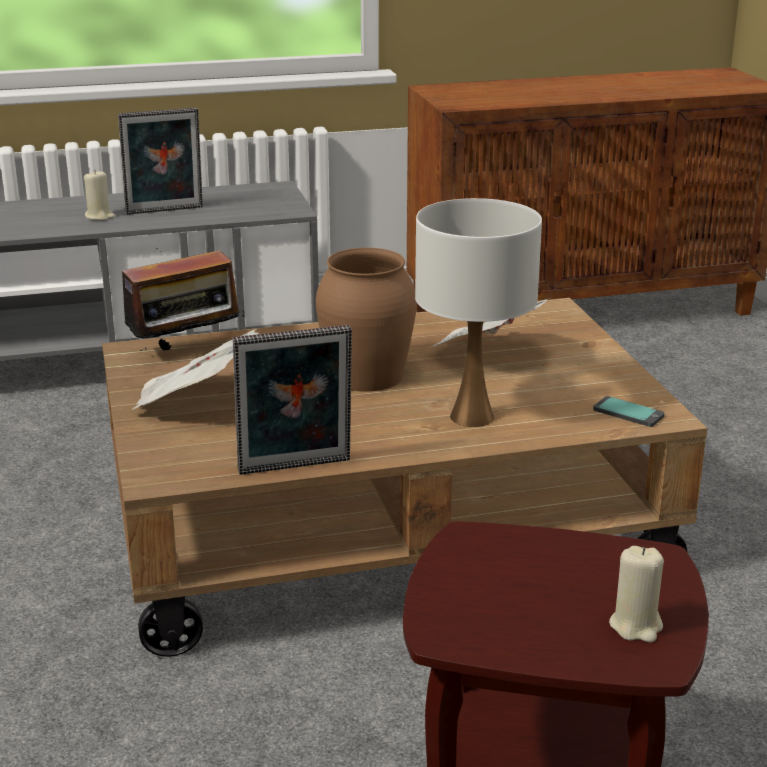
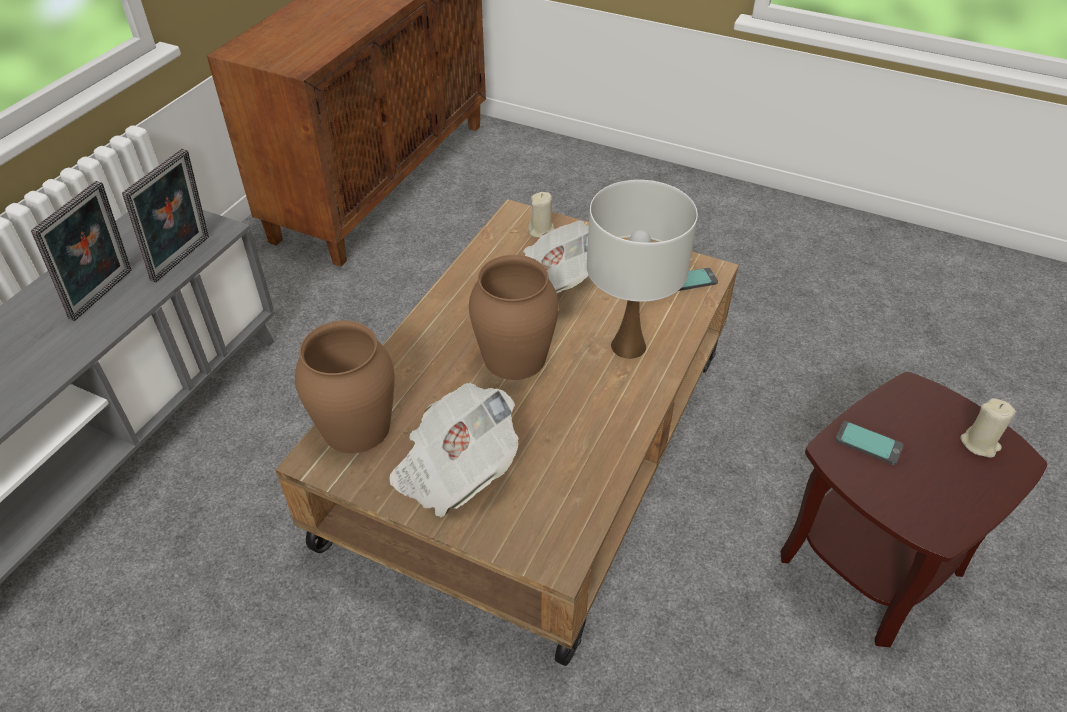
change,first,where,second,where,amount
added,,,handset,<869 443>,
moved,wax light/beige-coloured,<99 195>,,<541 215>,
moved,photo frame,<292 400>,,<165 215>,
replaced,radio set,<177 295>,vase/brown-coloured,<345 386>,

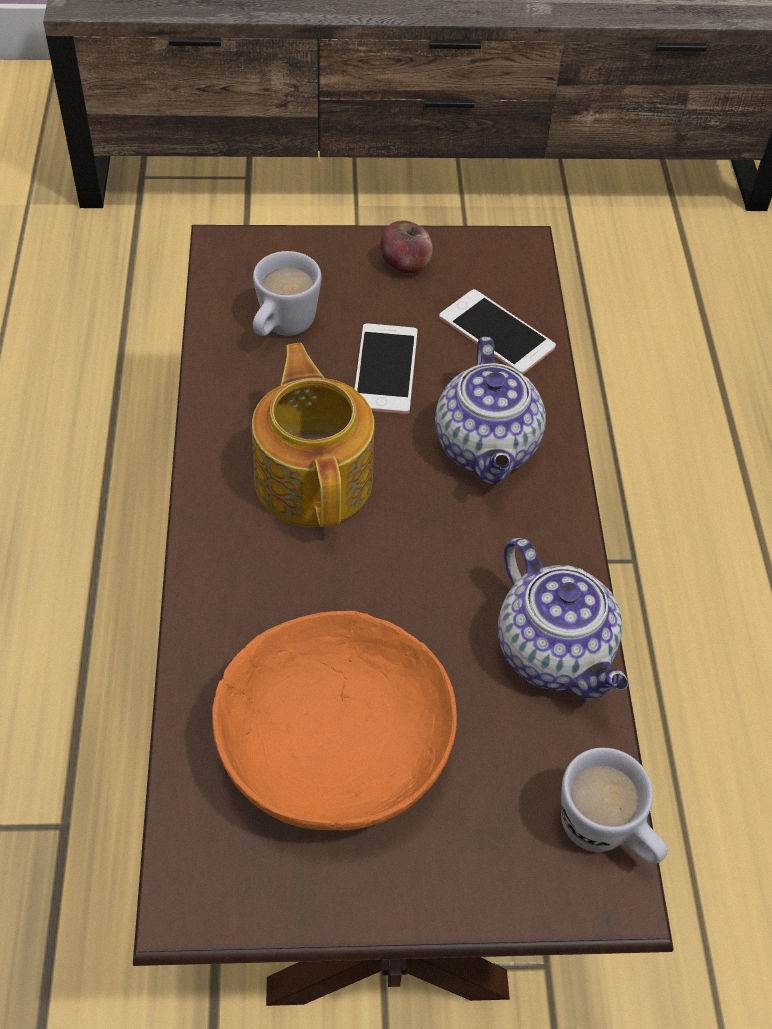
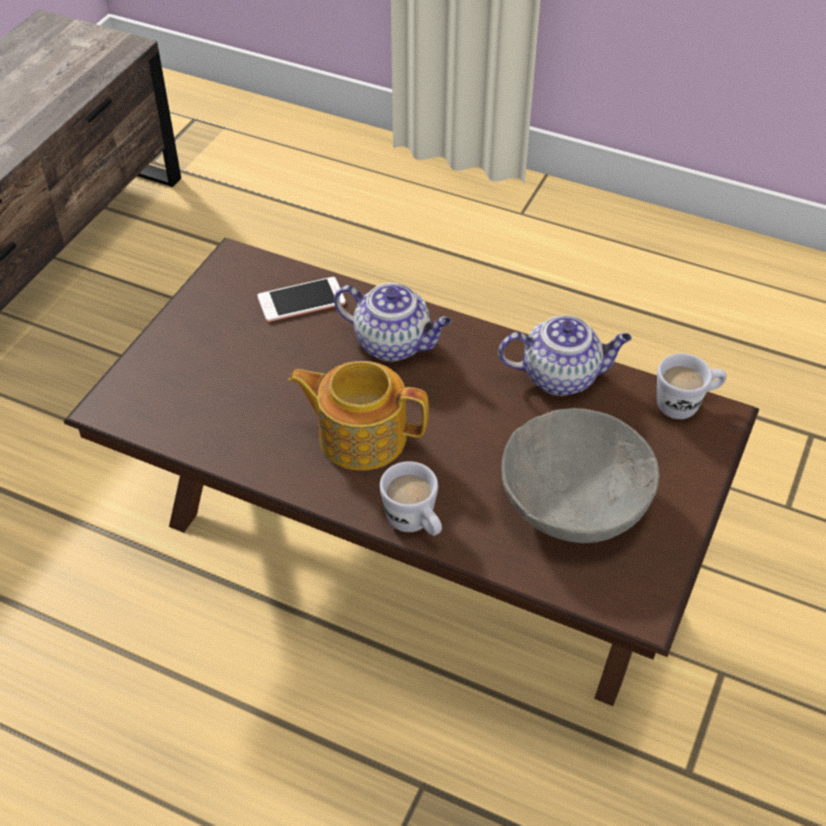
change,first,where,second,where,amount
removed,handset,<386 369>,,,
removed,whole apple,<406 247>,,,
moved,mug/white-coloured,<287 293>,,<411 498>,
recoloured,bowl/orangey,<334 721>,bowl/greyish,<581 475>,

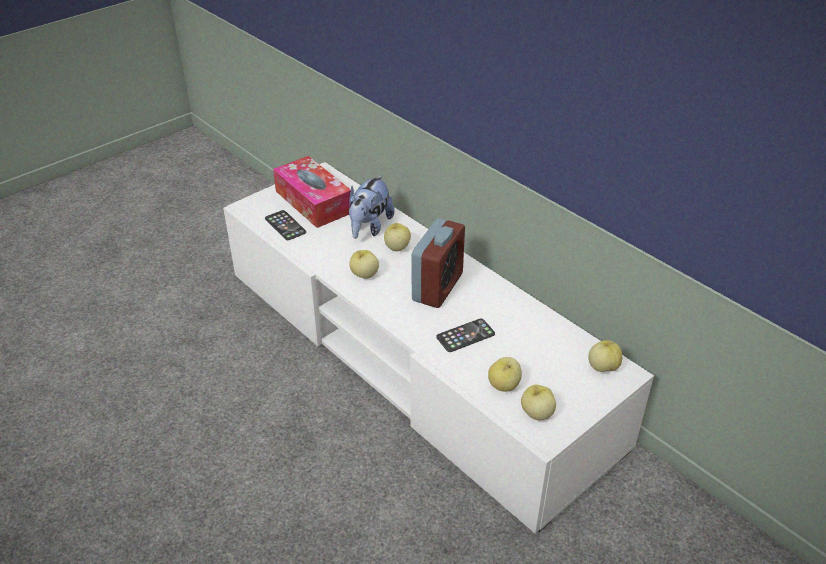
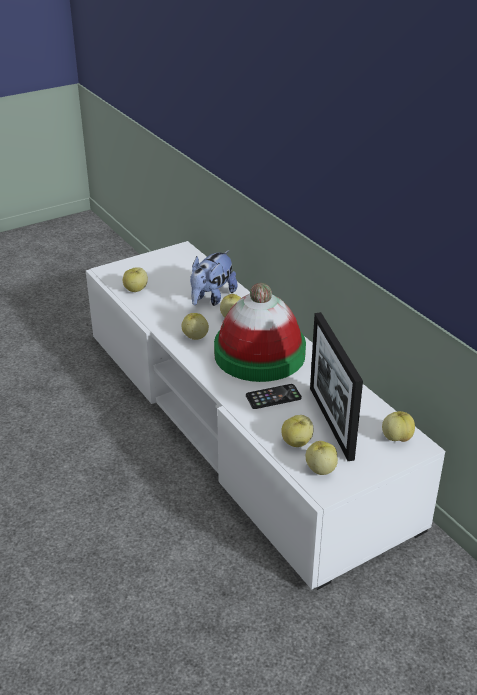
change,first,where,second,where,amount
removed,box of tissues,<312 192>,,,
added,,,photo frame,<336 386>,
replaced,handset,<285 225>,whole apple,<135 279>,
replaced,bedside clock,<438 263>,wearable hat,<260 332>,

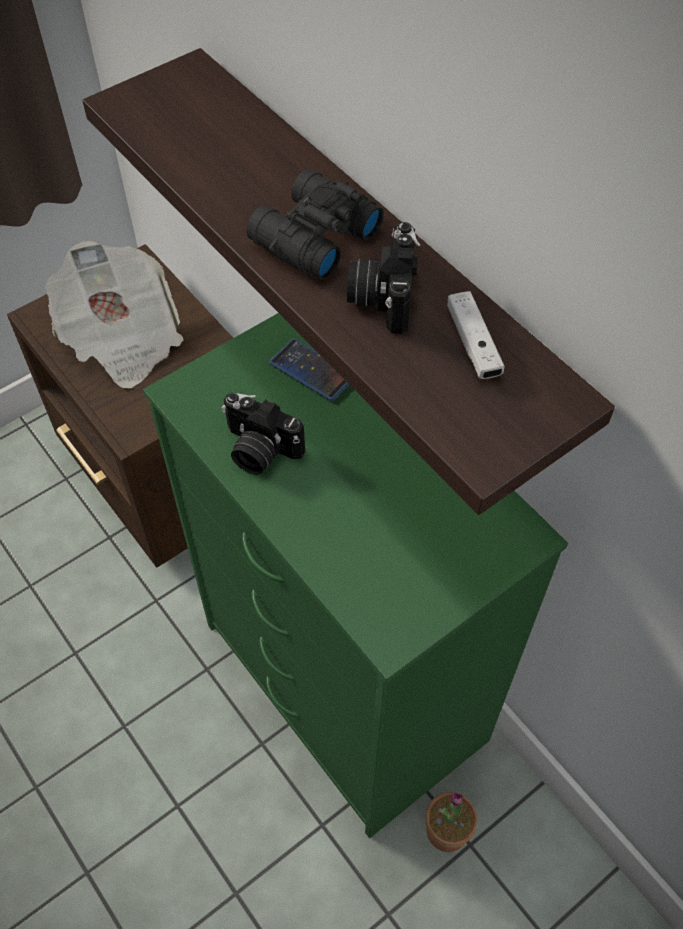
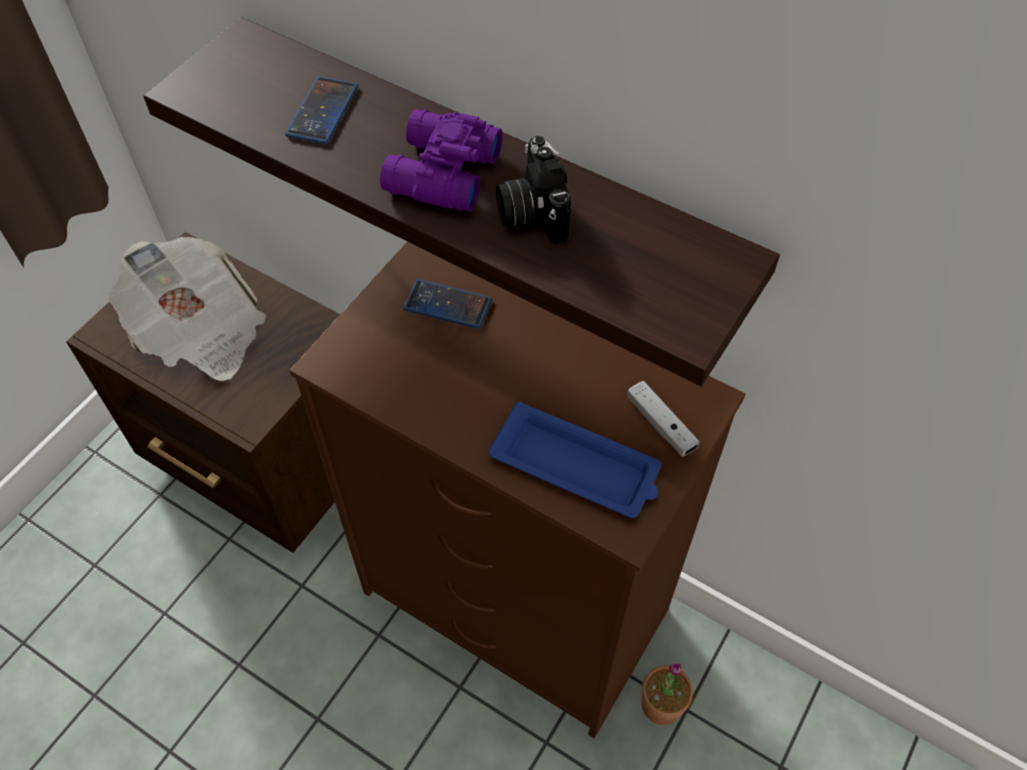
change,first,where,second,where,amount
removed,still camera,<263 434>,,,
added,,,handset,<321 110>,
added,,,tray/bluish,<575 460>,
moved,gamepad/white-coloured,<475 335>,,<663 419>,
recoloured,chest of drawers/greenish,<355 575>,chest of drawers/brown-coloured,<517 490>,
recoloured,pair of binoculars/blackish,<315 224>,pair of binoculars/purplish,<441 160>,

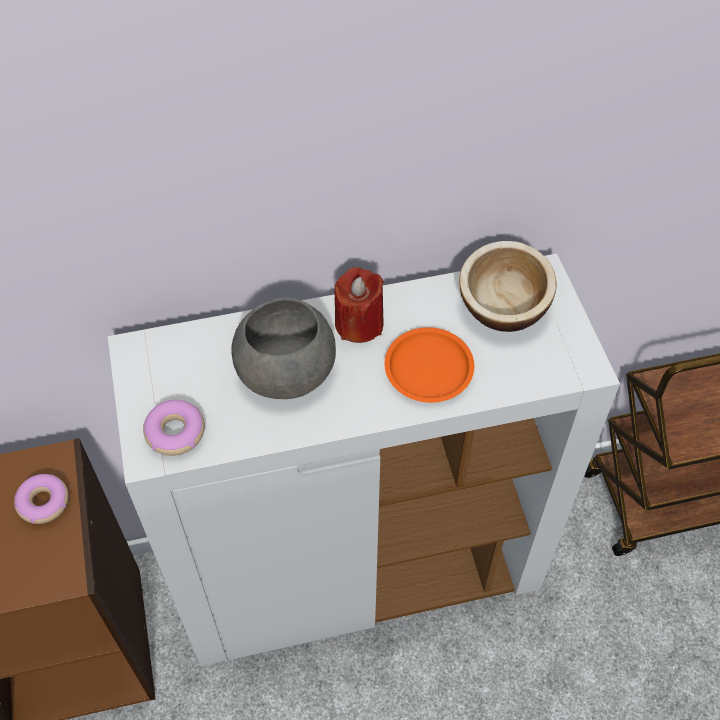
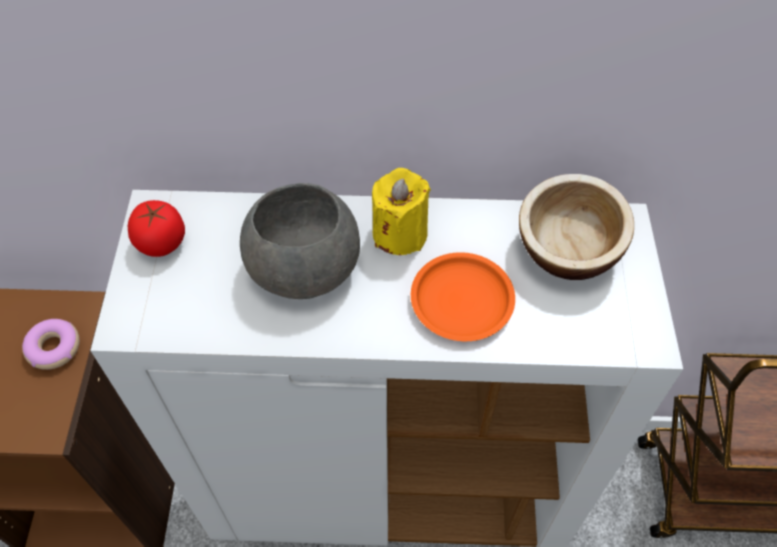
change,first,where,second,where,amount
removed,ring doughnut,<174 428>,,,
added,,,fresh tomato,<156 228>,
recoloured,wax light/red,<359 305>,wax light/yellow,<401 211>,

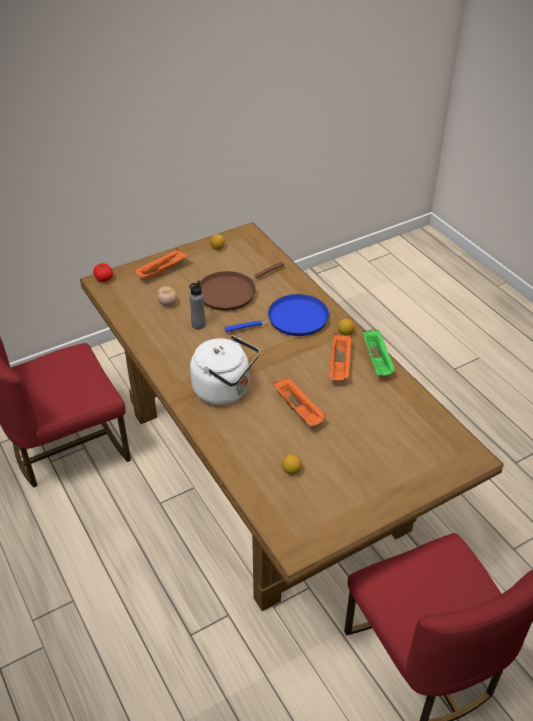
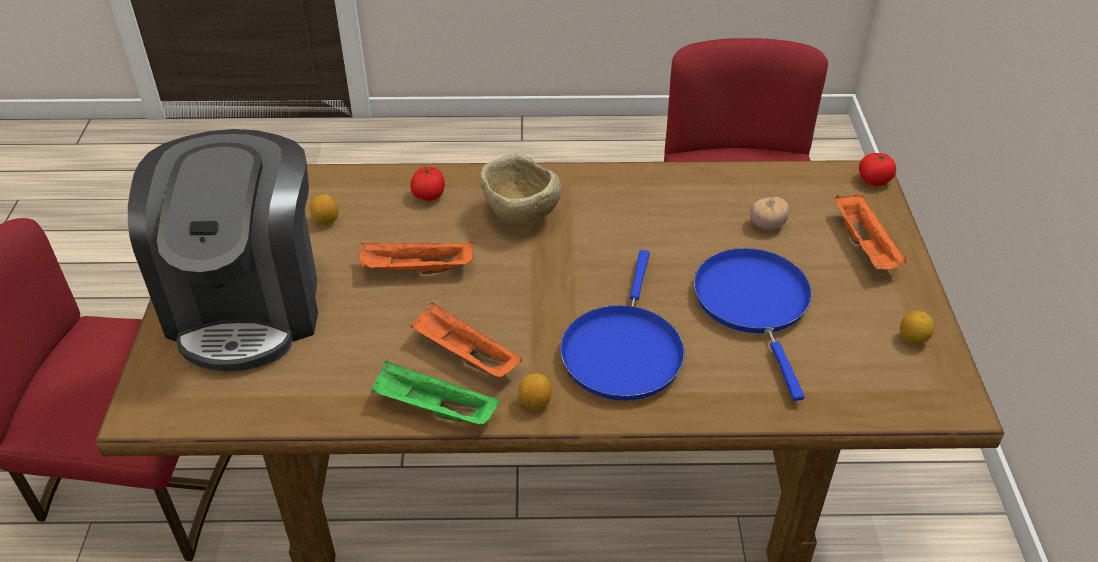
change,first,where,second,where,amount
removed,bottle/greyish,<197 304>,,,
added,,,coffee maker,<223 250>,
added,,,fresh tomato,<427 184>,
replaced,kettle/white-coloured,<225 370>,bowl/beige-coloured,<520 188>,
recoloured,pan/brown-coloured,<242 286>,pan/bluish,<753 324>,

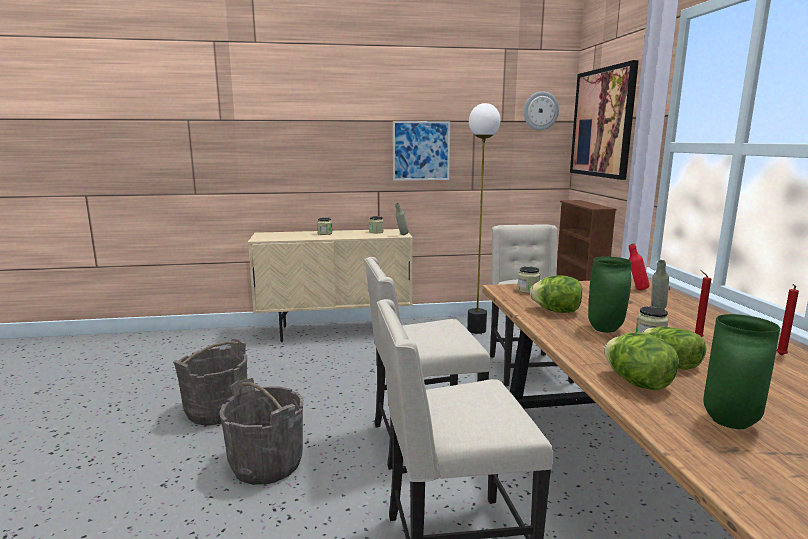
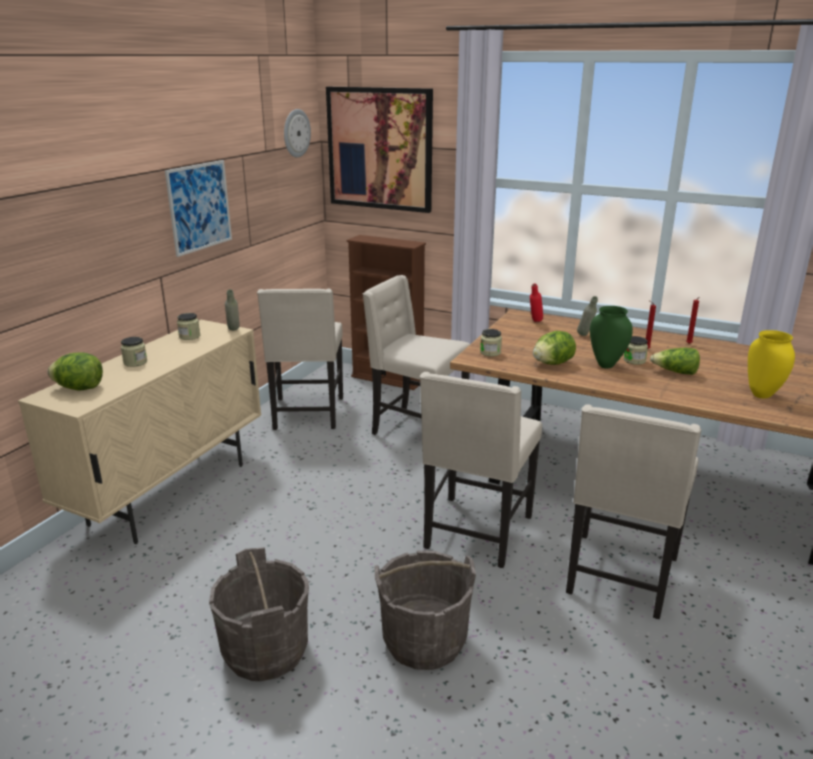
change,first,where,second,where,amount
moved,lettuce,<641 361>,,<75 372>,
replaced,floor lamp,<483 218>,upright chair/beige-coloured,<300 359>,
recoloured,vase/greenish,<741 371>,vase/yellow,<771 364>,

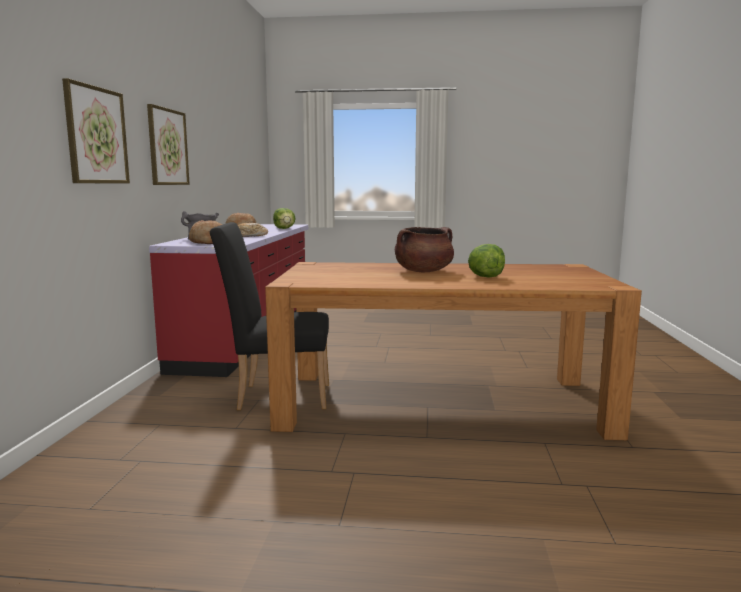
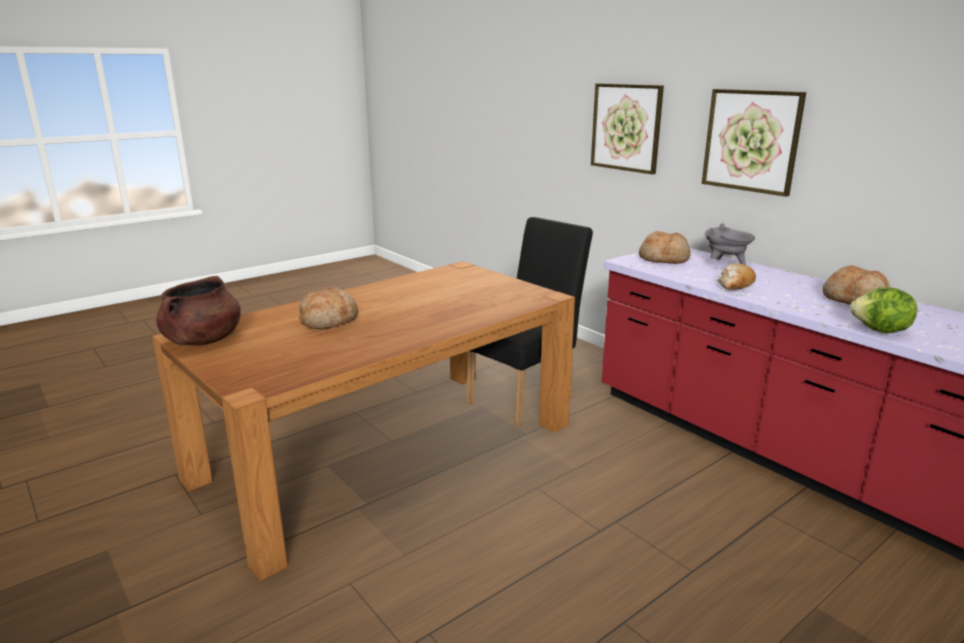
change,first,where,second,where,amount
moved,stockpot/brown-coloured,<424 249>,,<198 310>,
replaced,lettuce,<486 261>,bread,<328 308>,

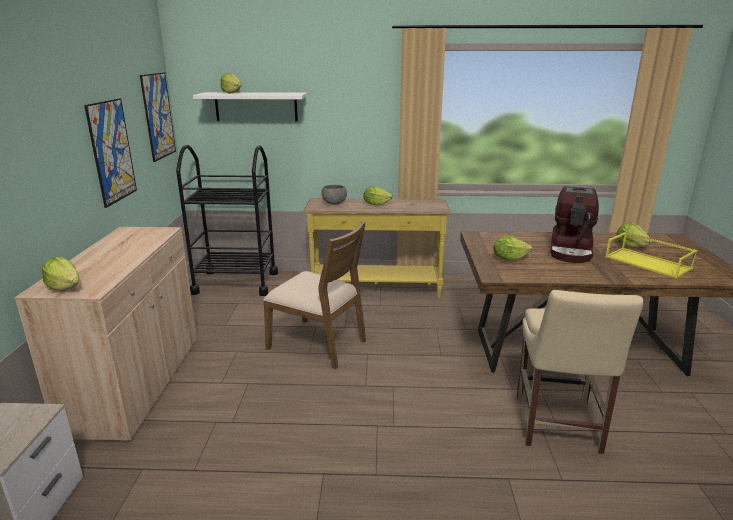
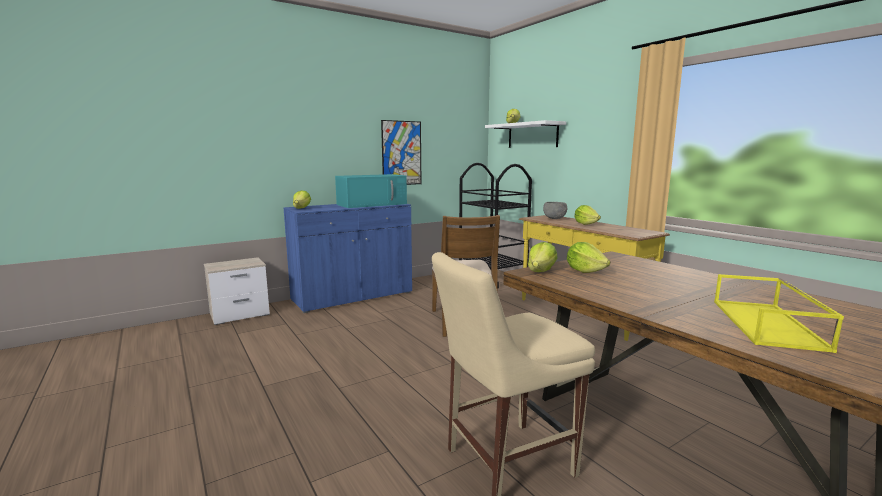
change,first,where,second,where,amount
removed,picture,<158 117>,,,
removed,coffee maker,<574 224>,,,
added,,,microwave/turquoise-coloured,<371 191>,
moved,lettuce,<634 235>,,<543 257>,
recoloured,cabinet/beige-coloured,<105 335>,cabinet/bluish,<347 258>,

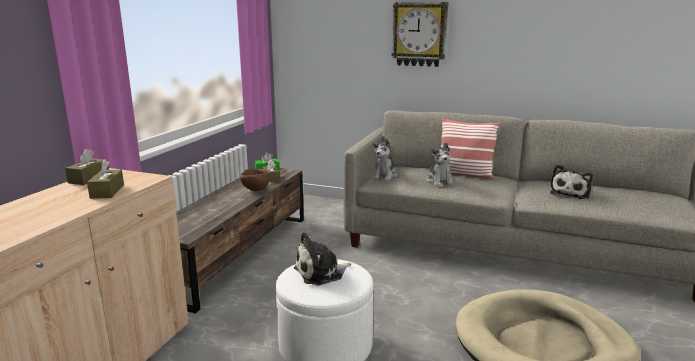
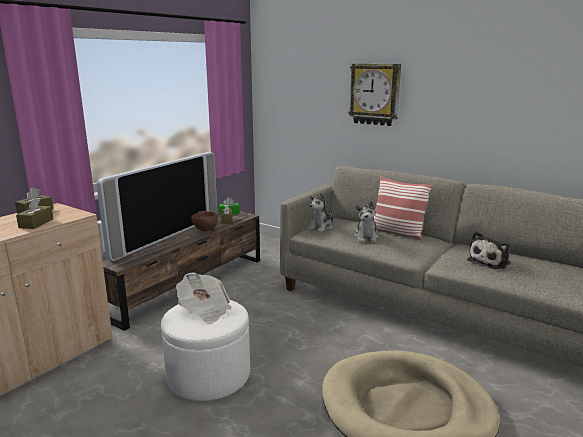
change,first,where,second,where,amount
added,,,TV set,<157 206>,
replaced,plush toy,<322 258>,printed paper,<204 298>,

